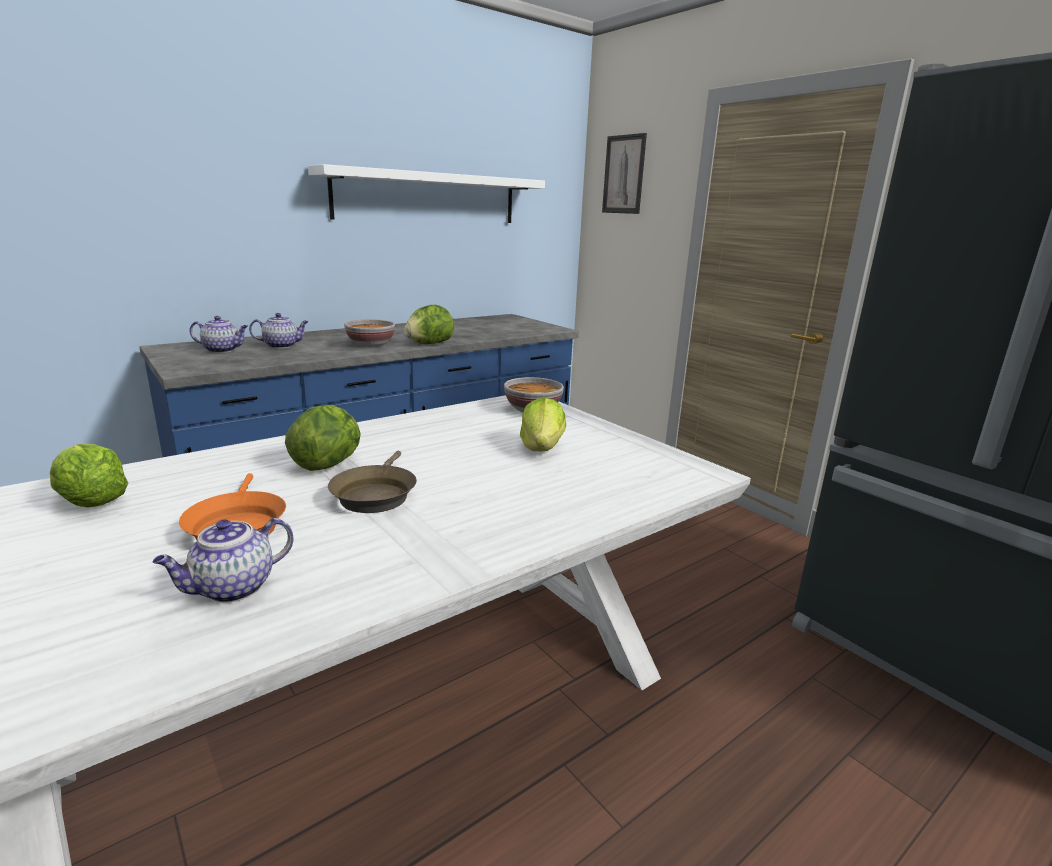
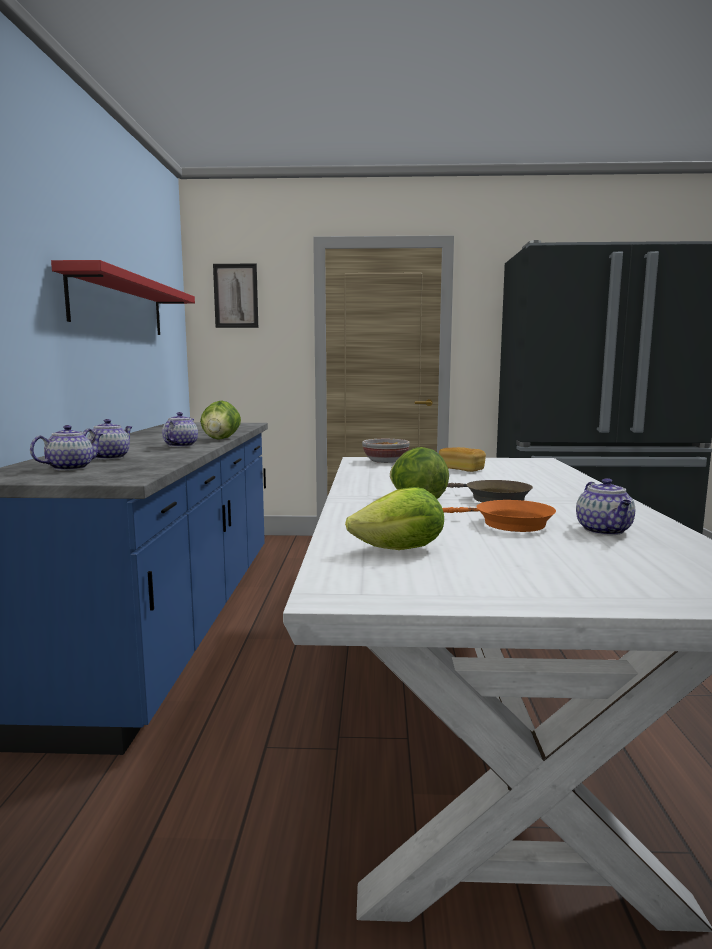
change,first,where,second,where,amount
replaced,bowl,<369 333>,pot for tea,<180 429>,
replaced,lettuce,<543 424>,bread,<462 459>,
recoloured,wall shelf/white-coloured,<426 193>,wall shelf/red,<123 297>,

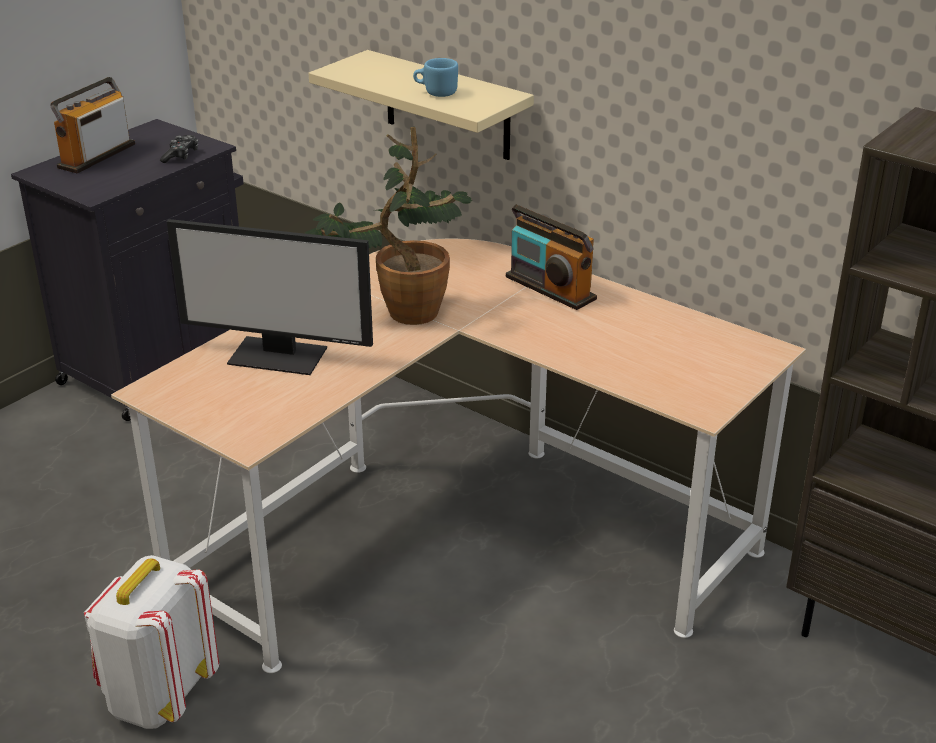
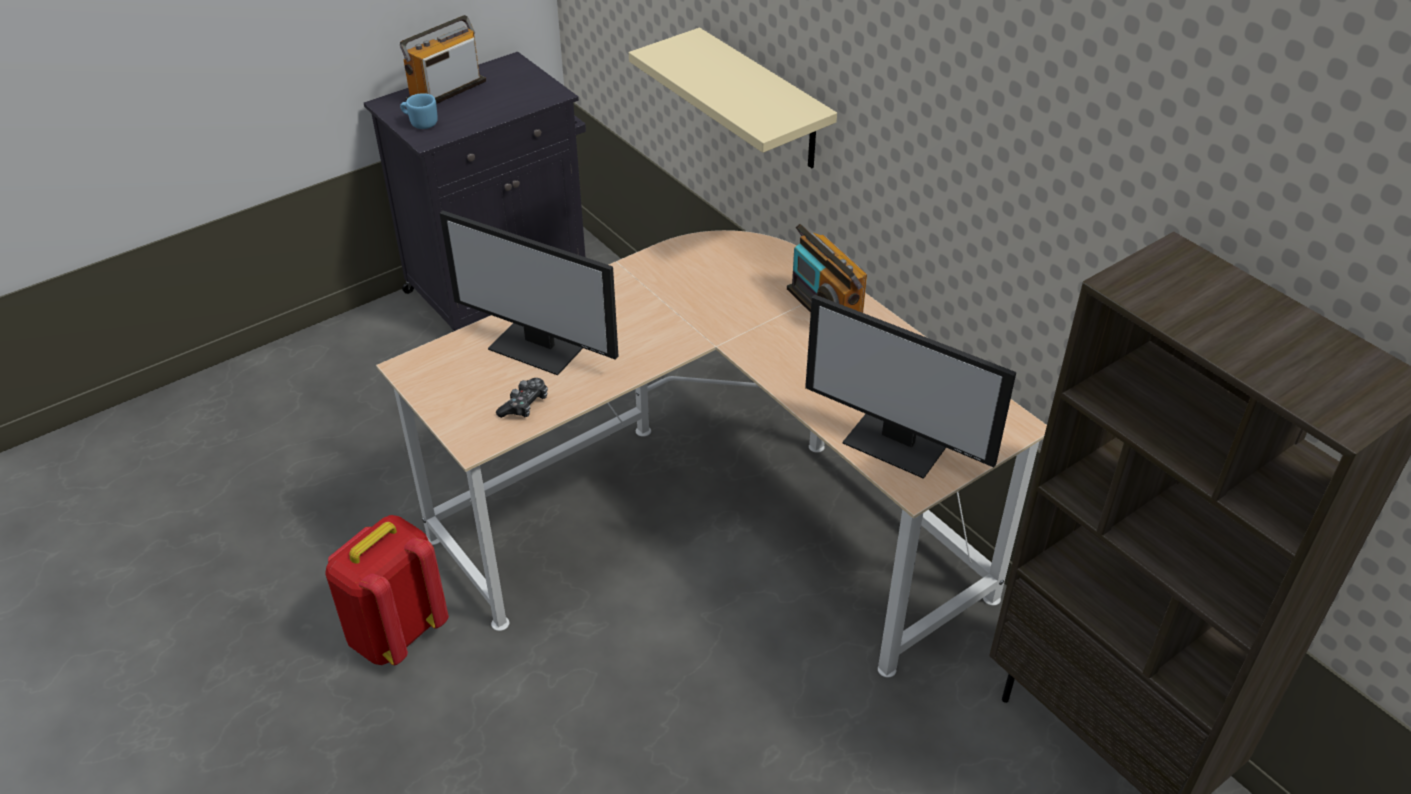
change,first,where,second,where,amount
removed,potted plant,<388 226>,,,
added,,,computer screen,<910 387>,
moved,gamepad,<179 149>,,<522 398>,
moved,mug/bluish,<435 77>,,<419 111>,
recoloured,rucksack/white-coloured,<151 642>,rucksack/red,<387 590>,

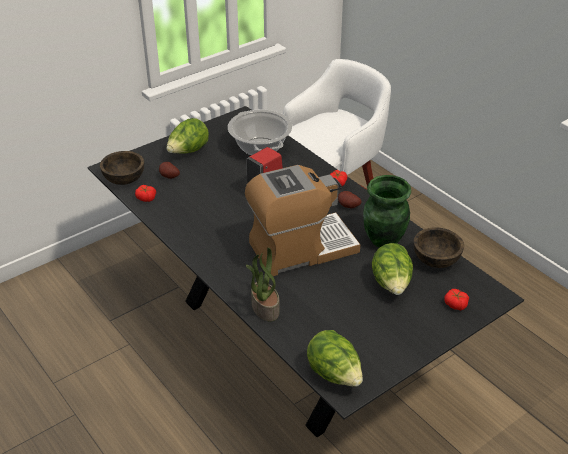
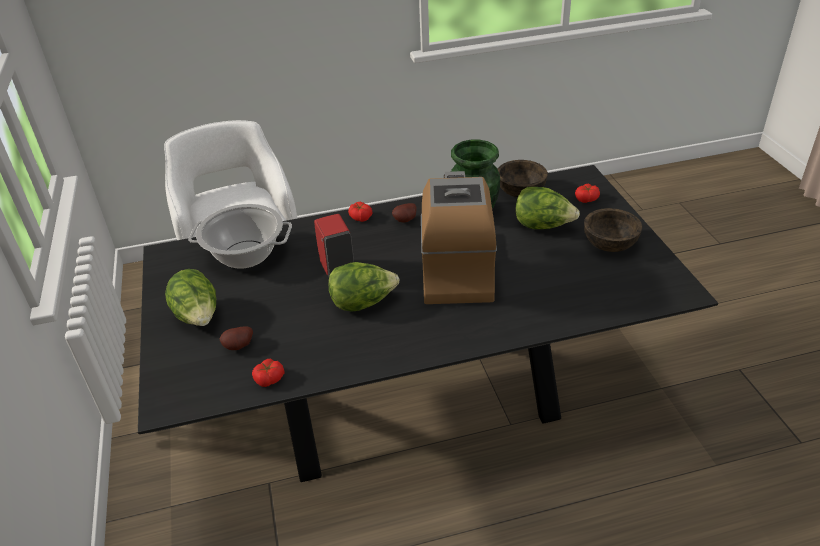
change,first,where,second,where,amount
removed,potted plant,<262 284>,,,
moved,bowl/brown-coloured,<122 168>,,<613 230>,
moved,lettuce,<335 358>,,<363 287>,

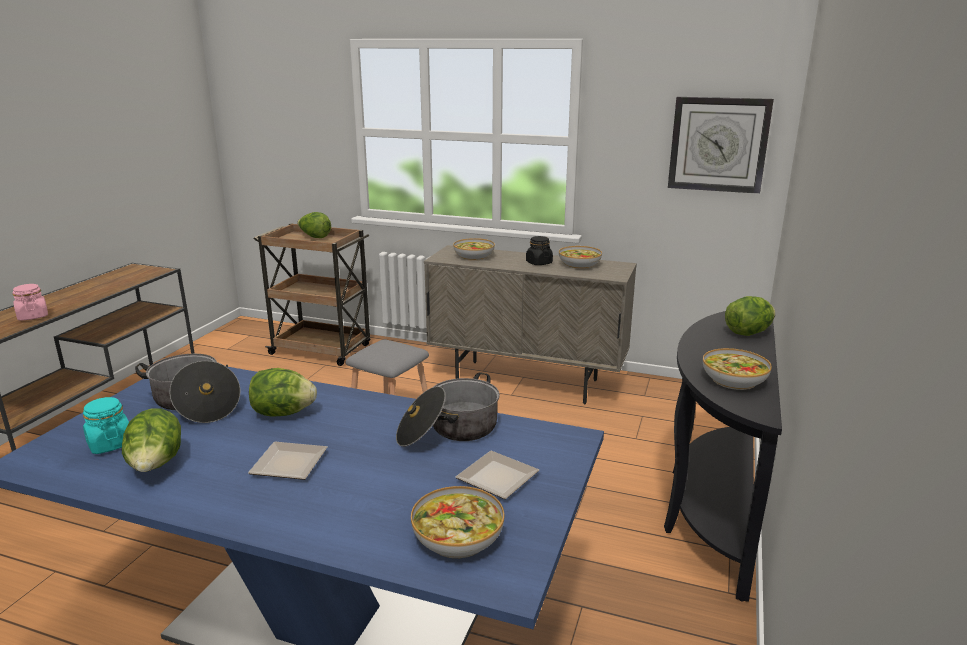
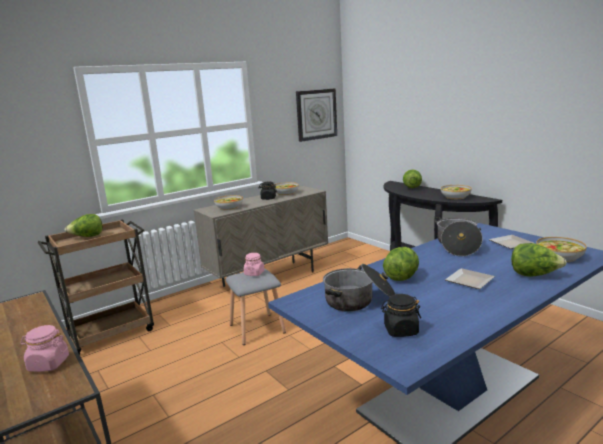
change,first,where,second,where,amount
added,,,preserve jar/pink-coloured,<254 264>,
moved,lettuce,<151 440>,,<539 260>,
recoloured,preserve jar/turquoise-coloured,<106 425>,preserve jar/blackish,<401 315>,

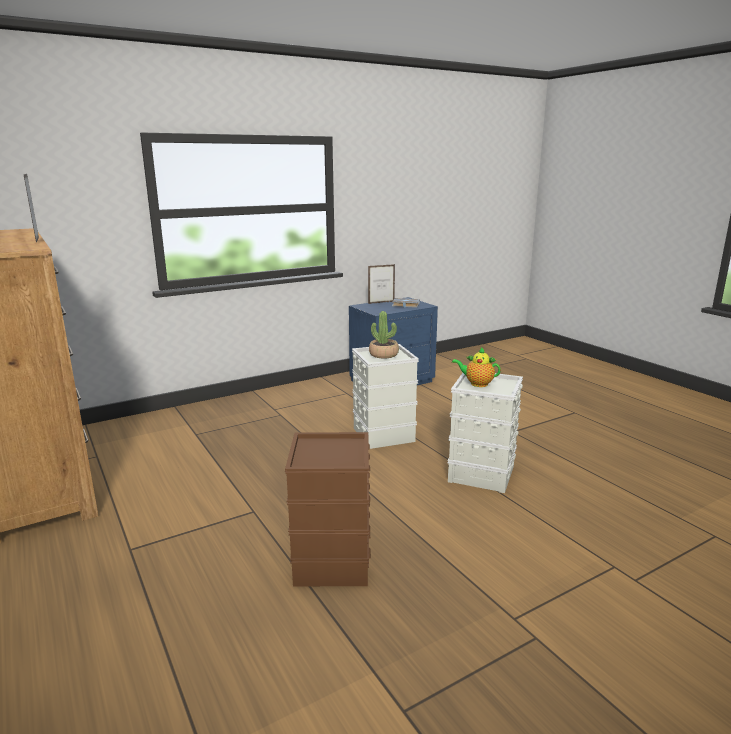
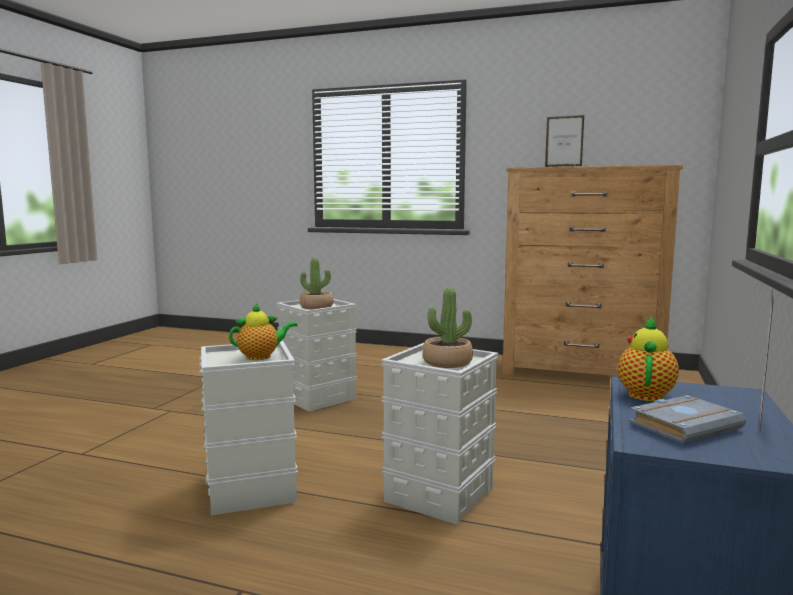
change,first,where,second,where,amount
added,,,potted plant,<316 283>,
added,,,pot for tea,<648 358>,
recoloured,storage container/brown-coloured,<328 509>,storage container/greyish,<316 355>,

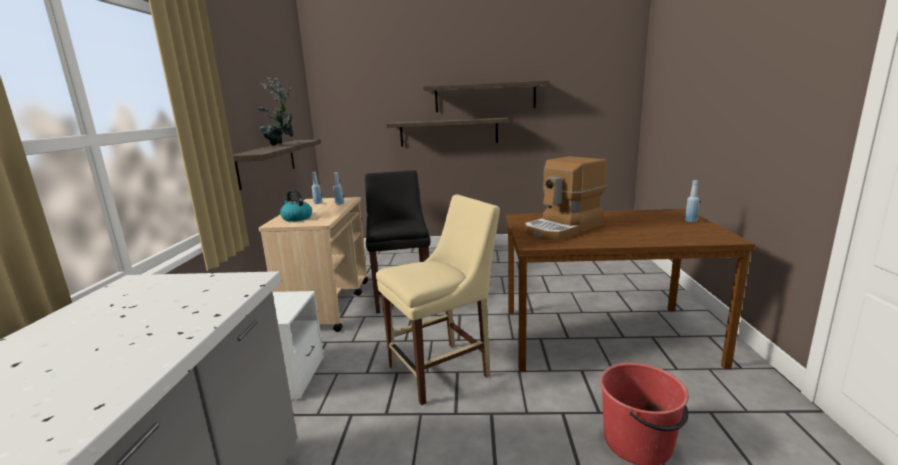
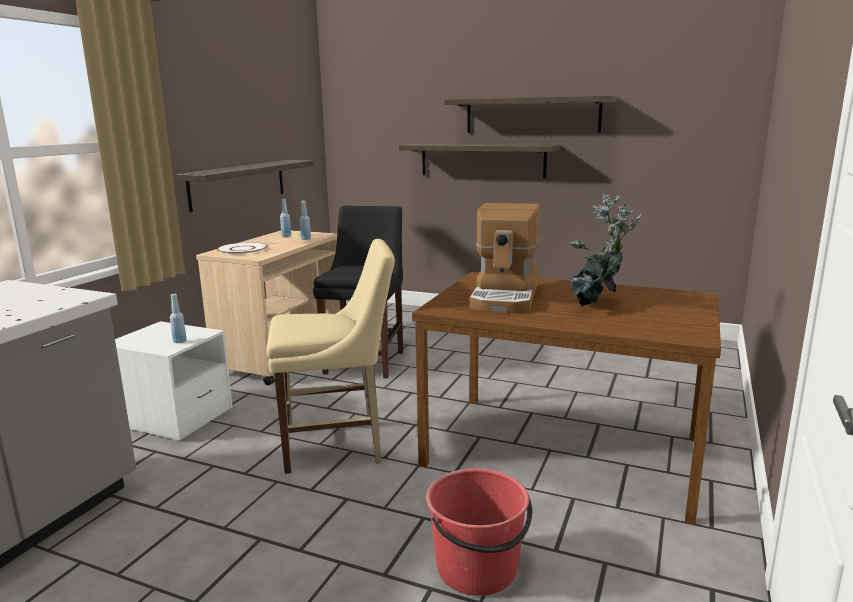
change,first,where,second,where,amount
moved,potted plant,<275 111>,,<606 249>,
moved,bottle/bluish,<692 201>,,<178 318>,
replaced,kettle,<296 206>,flat dish/white-coloured,<242 248>,
turned,coffee maker,<566 198>,,<505 258>,60 degrees counterclockwise

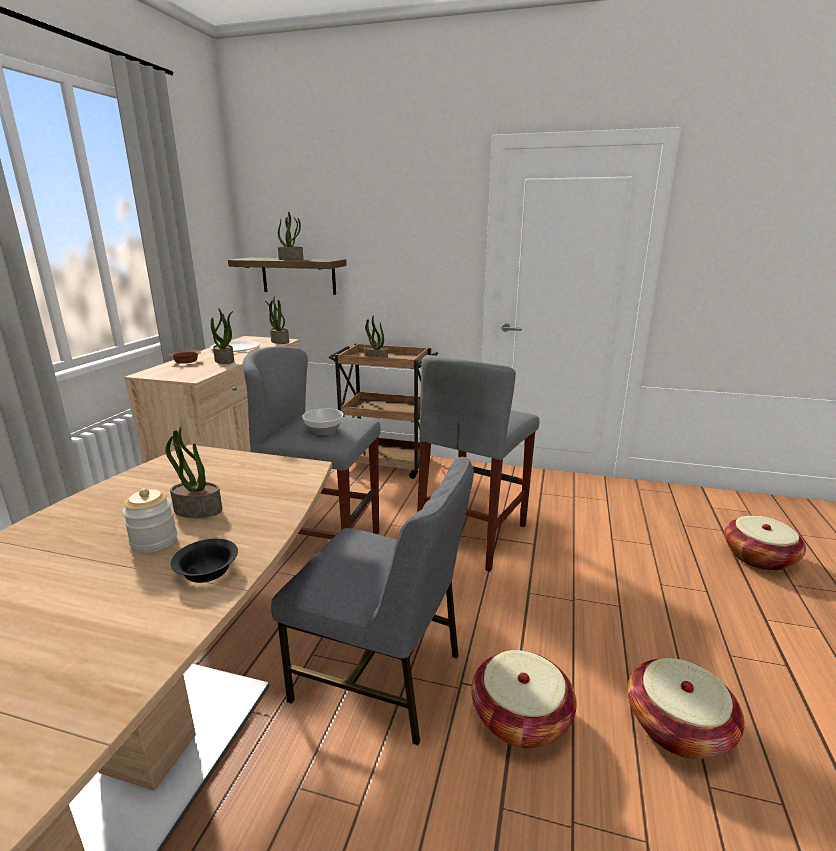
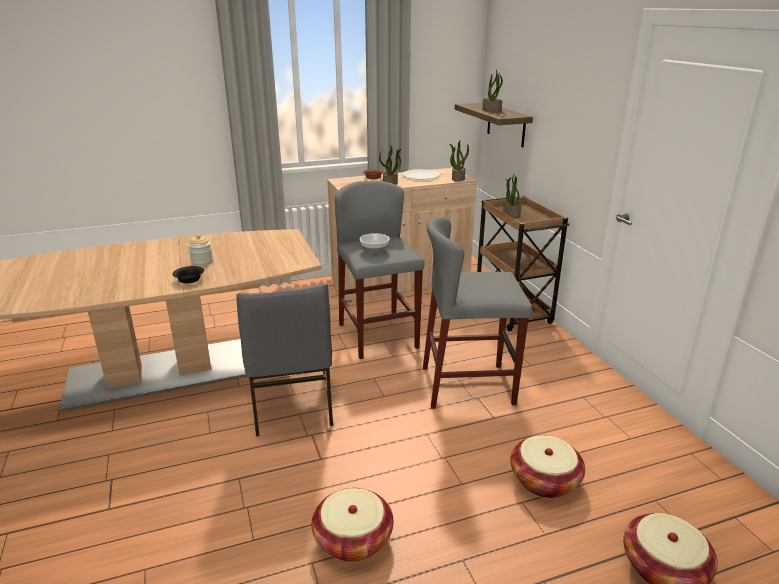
change,first,where,second,where,amount
removed,potted plant,<193 472>,,,
moved,household basket,<524 699>,,<547 466>,

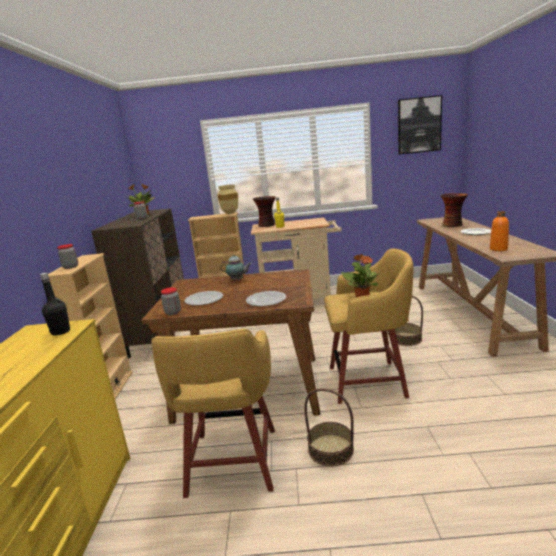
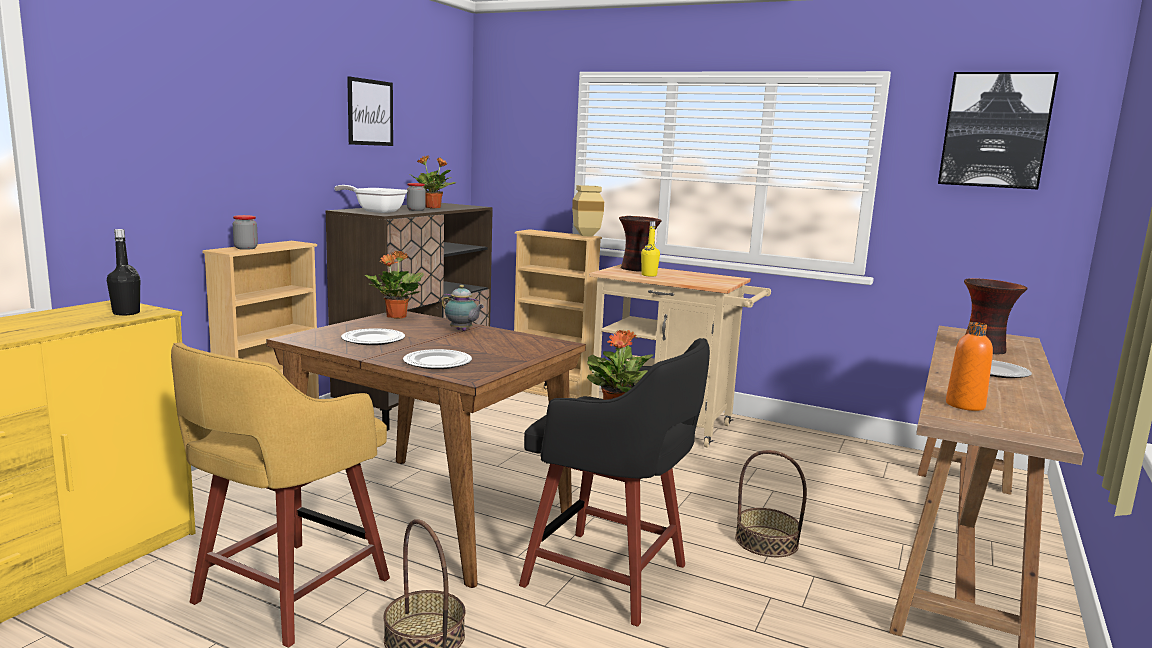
change,first,where,second,where,amount
removed,preserve jar,<171 301>,,,
added,,,pan,<371 199>,
added,,,picture,<370 111>,
added,,,potted plant,<394 284>,
recoloured,sitting stool/yellow,<368 326>,sitting stool/blackish,<614 482>,

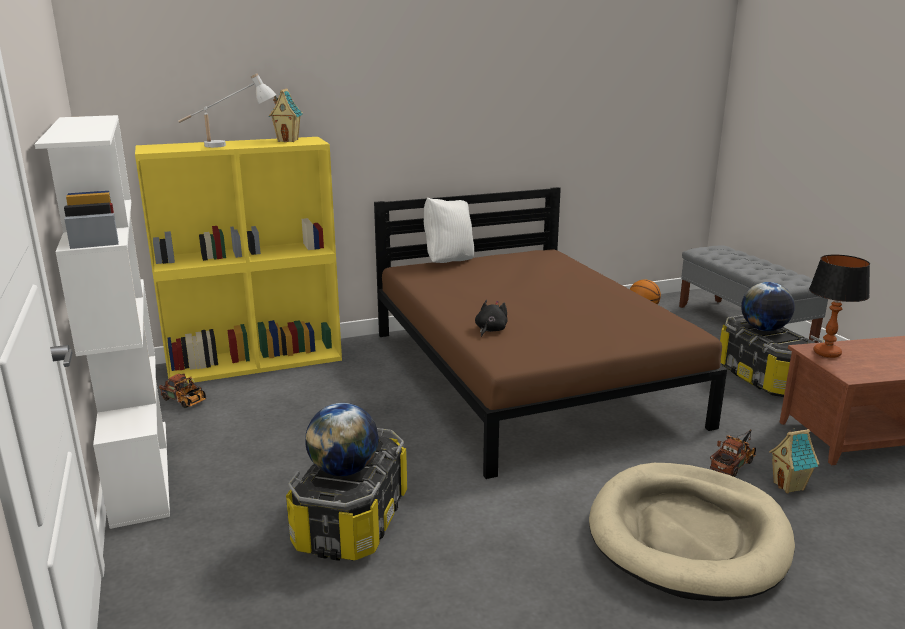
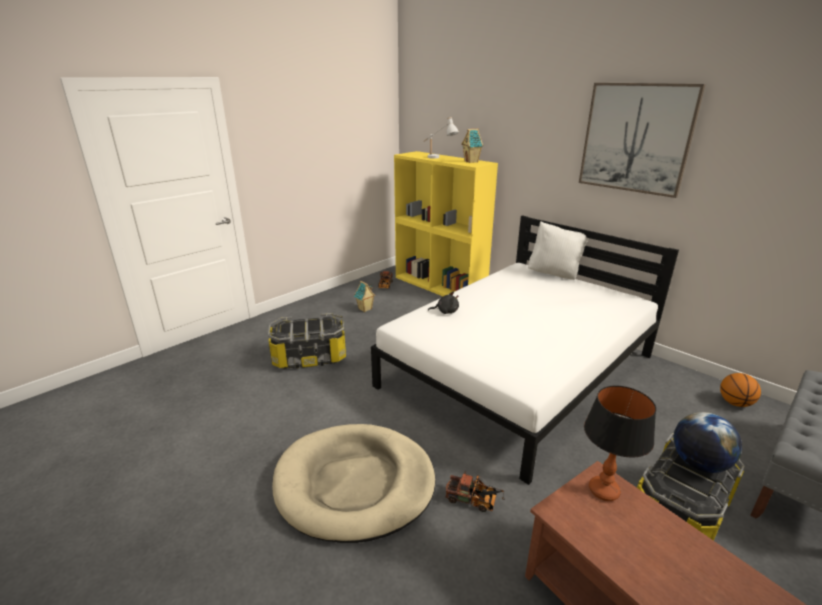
change,first,where,second,where,amount
removed,bookcase/white-coloured,<102 322>,,,
removed,globe,<341 439>,,,
added,,,picture,<642 140>,
moved,model house,<794 460>,,<365 296>,
recoloured,sleeping bed/brown-coloured,<550 333>,sleeping bed/white-coloured,<525 350>,

